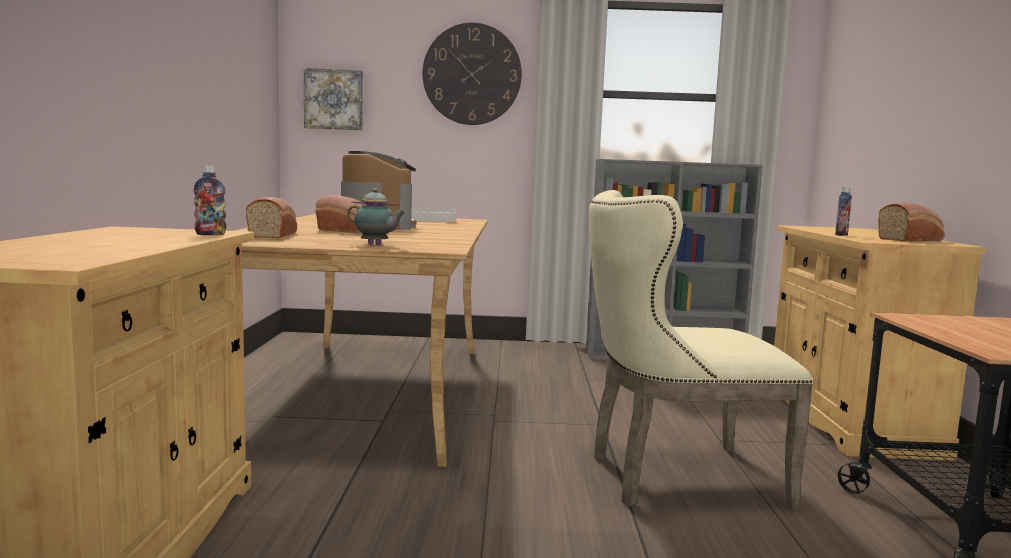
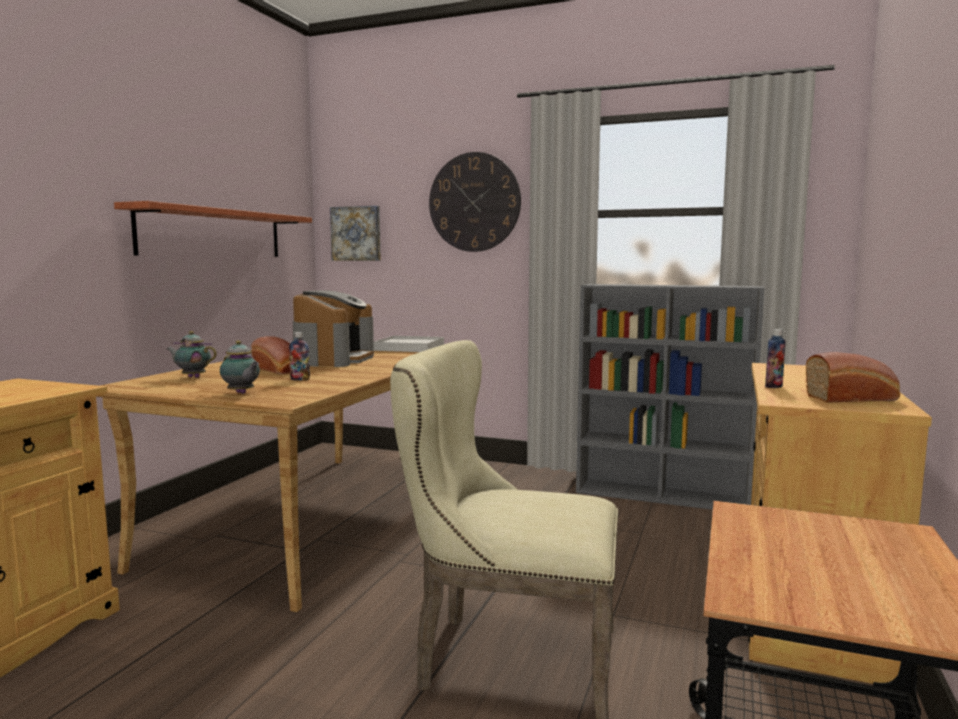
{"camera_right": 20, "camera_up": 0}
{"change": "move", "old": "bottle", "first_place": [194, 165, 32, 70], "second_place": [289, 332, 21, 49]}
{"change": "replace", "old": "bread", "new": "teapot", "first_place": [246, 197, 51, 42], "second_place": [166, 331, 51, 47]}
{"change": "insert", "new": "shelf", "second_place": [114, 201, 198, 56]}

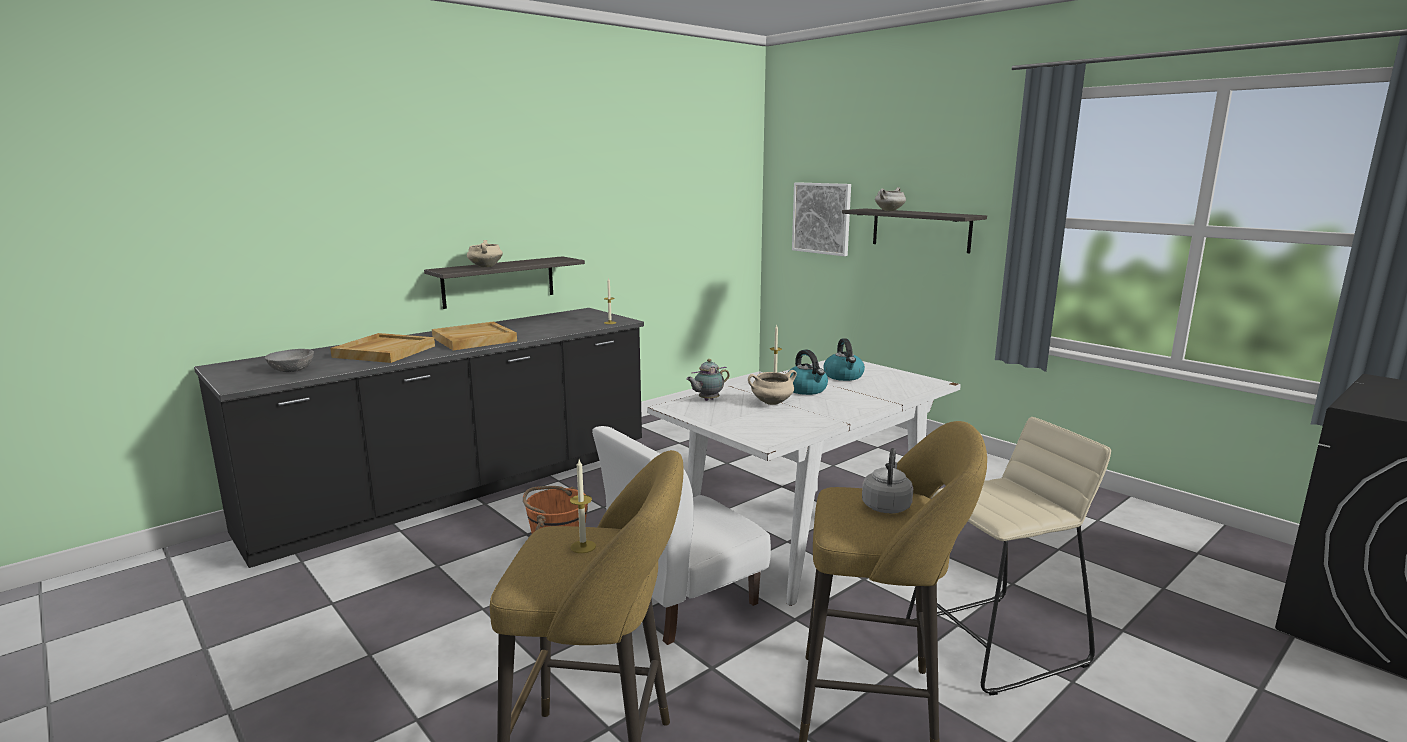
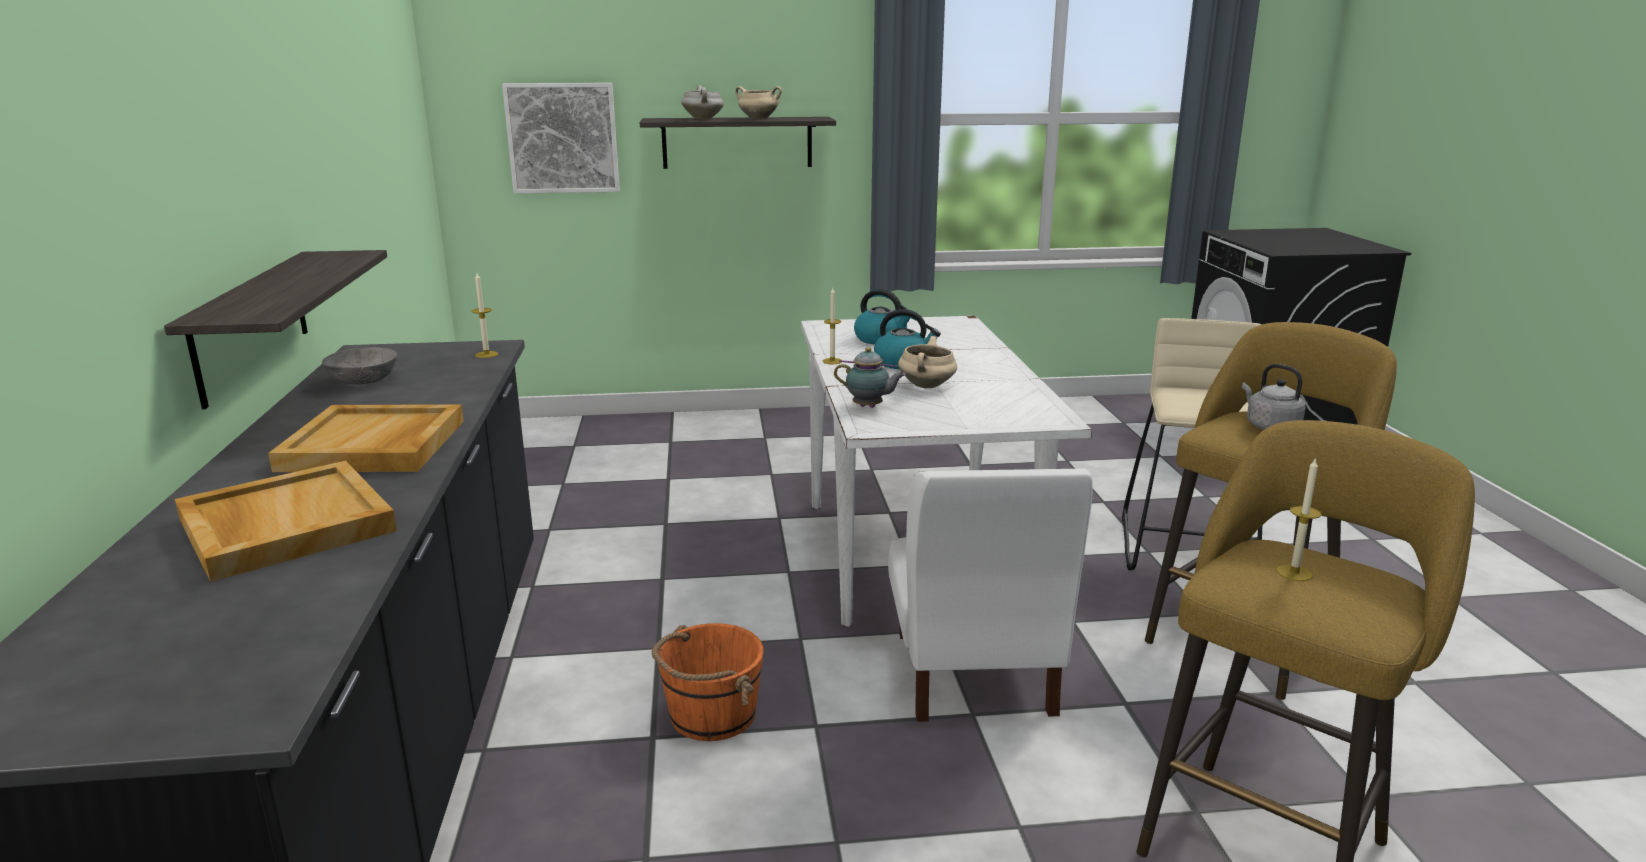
{"camera_right": -55, "camera_up": 5}
{"change": "move", "old": "grey_bowl", "first_place": [265, 349, 49, 23], "second_place": [322, 347, 75, 38]}
{"change": "move", "old": "beige_cooking_pot", "first_place": [467, 240, 36, 27], "second_place": [735, 86, 47, 33]}
{"change": "rotate", "old": "teapot", "first_place": [686, 359, 44, 42], "second_place": [834, 347, 72, 61], "degrees": -75}

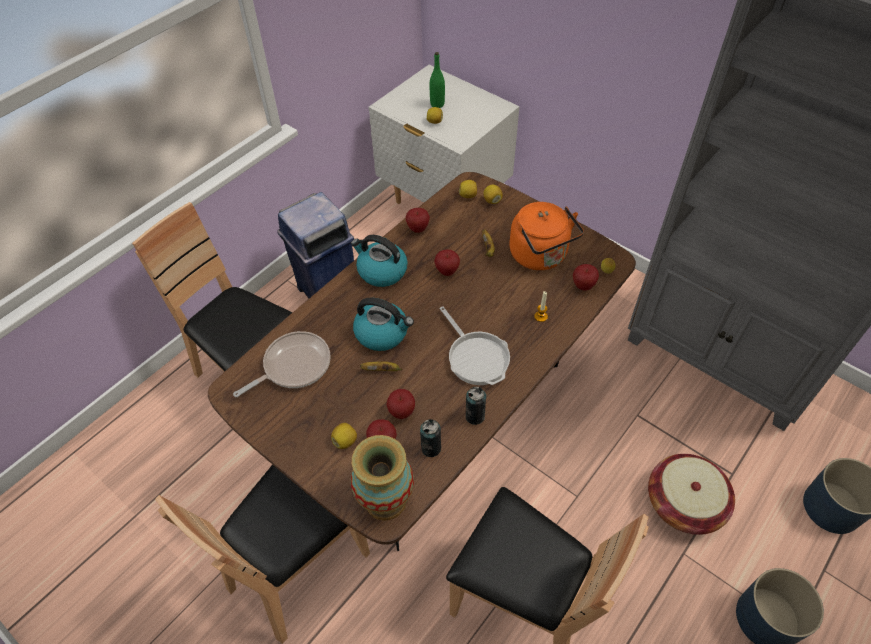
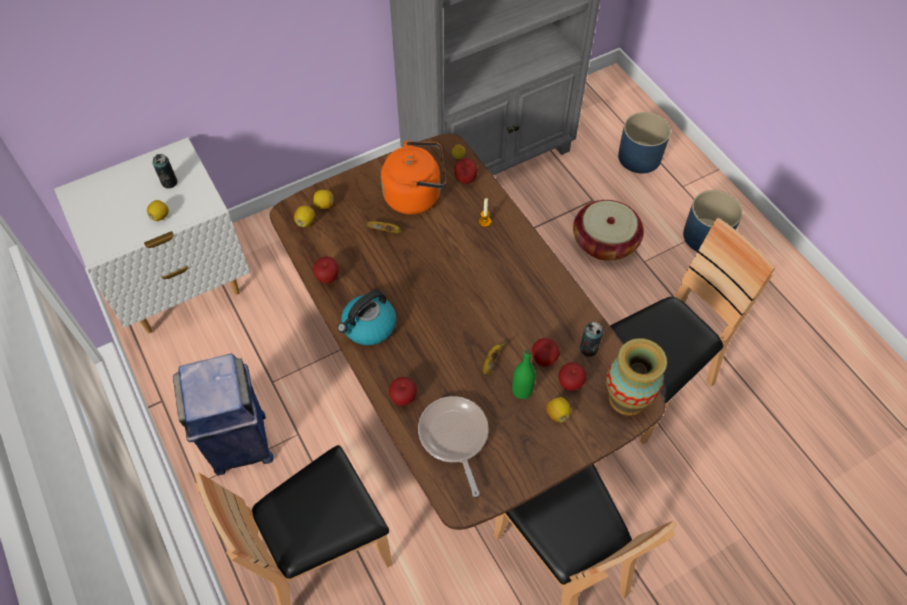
{"camera_right": -70, "camera_up": 5}
{"change": "delete", "old": "kettle", "first_place": [353, 298, 61, 53]}
{"change": "move", "old": "green_bottle", "first_place": [430, 52, 15, 56], "second_place": [512, 349, 24, 50]}
{"change": "move", "old": "apple", "first_place": [434, 250, 26, 26], "second_place": [389, 377, 28, 29]}
{"change": "delete", "old": "frying_pan", "first_place": [440, 306, 70, 79]}
{"change": "move", "old": "can", "first_place": [466, 387, 20, 38], "second_place": [152, 154, 26, 35]}

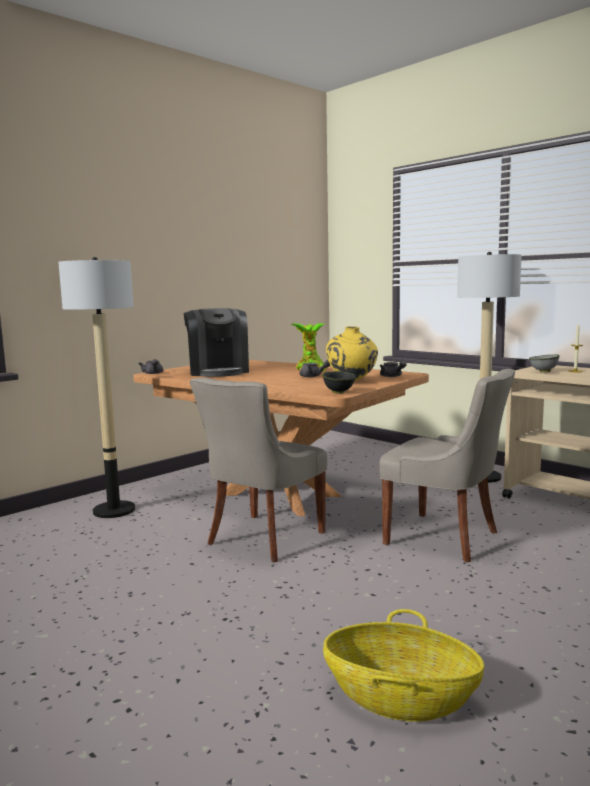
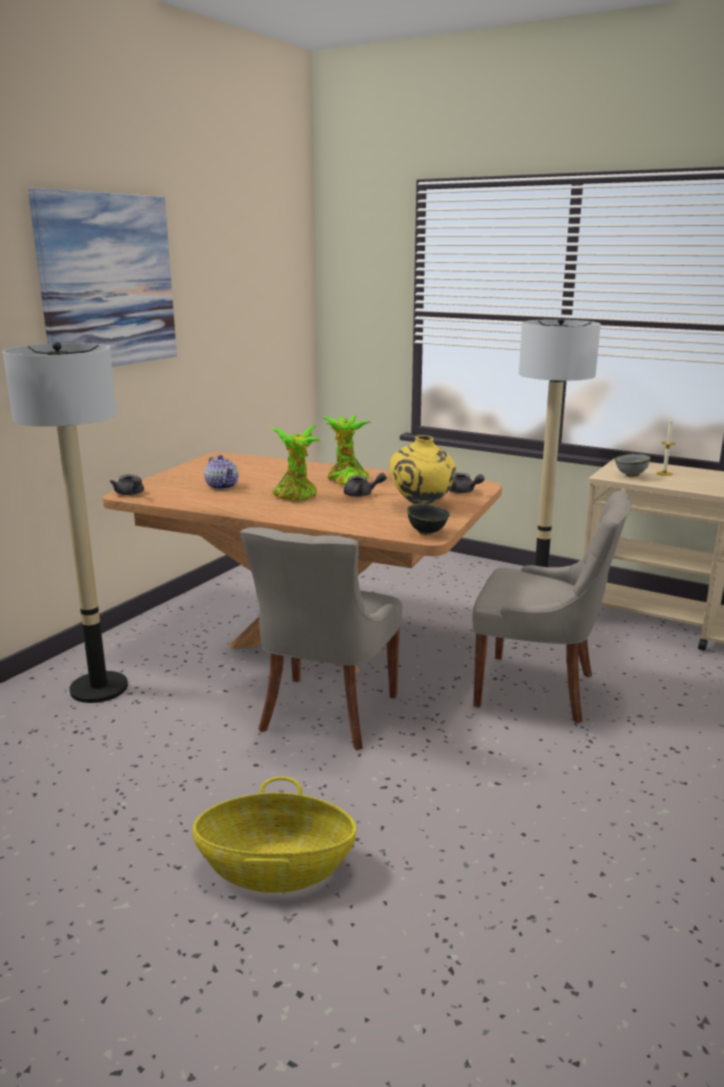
{"camera_right": -15, "camera_up": 10}
{"change": "replace", "old": "coffee_machine", "new": "teapot", "first_place": [183, 308, 66, 69], "second_place": [204, 455, 34, 35]}
{"change": "move", "old": "basket", "first_place": [323, 609, 161, 112], "second_place": [193, 777, 164, 116]}
{"change": "insert", "new": "picture", "second_place": [28, 188, 149, 179]}
{"change": "insert", "new": "potted_plant", "second_place": [271, 425, 49, 75]}

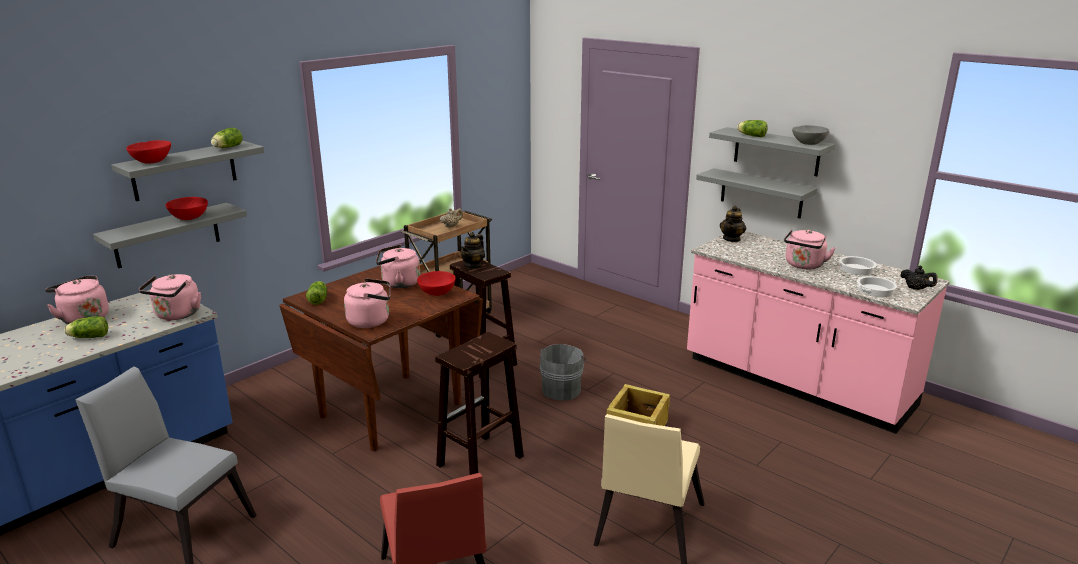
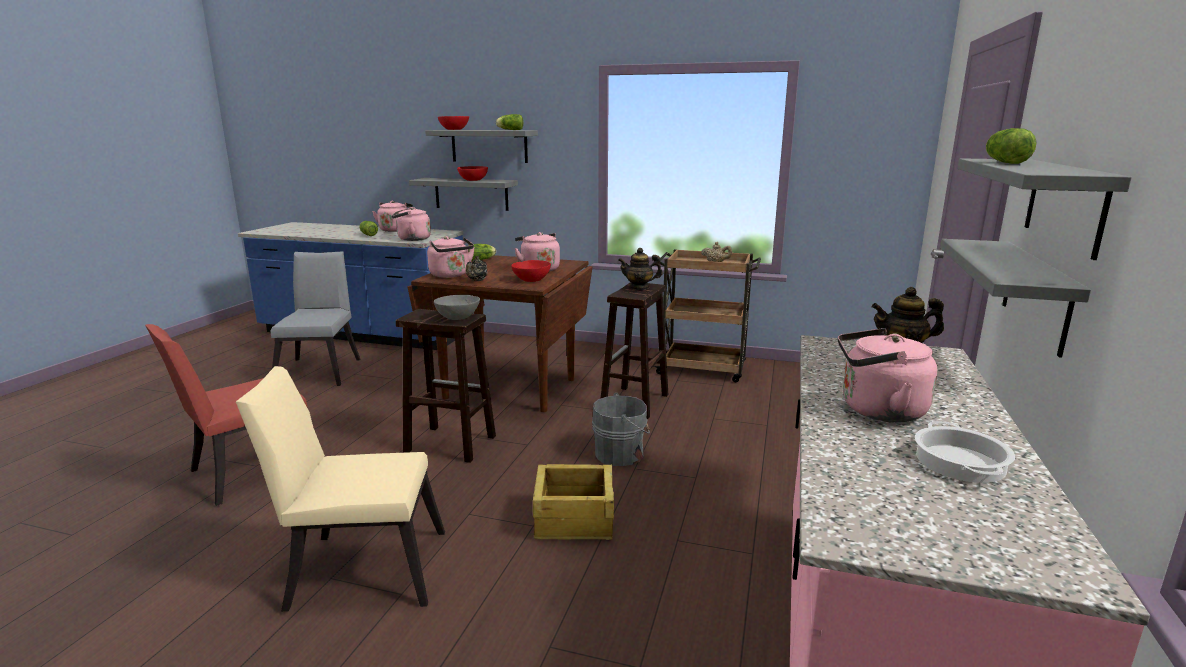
{"camera_right": 65, "camera_up": -5}
{"change": "move", "old": "grey_bowl", "first_place": [792, 125, 37, 20], "second_place": [434, 295, 46, 25]}
{"change": "delete", "old": "cooking_pot", "first_place": [857, 276, 40, 21]}
{"change": "move", "old": "black_teapot", "first_place": [901, 266, 37, 24], "second_place": [466, 256, 21, 25]}

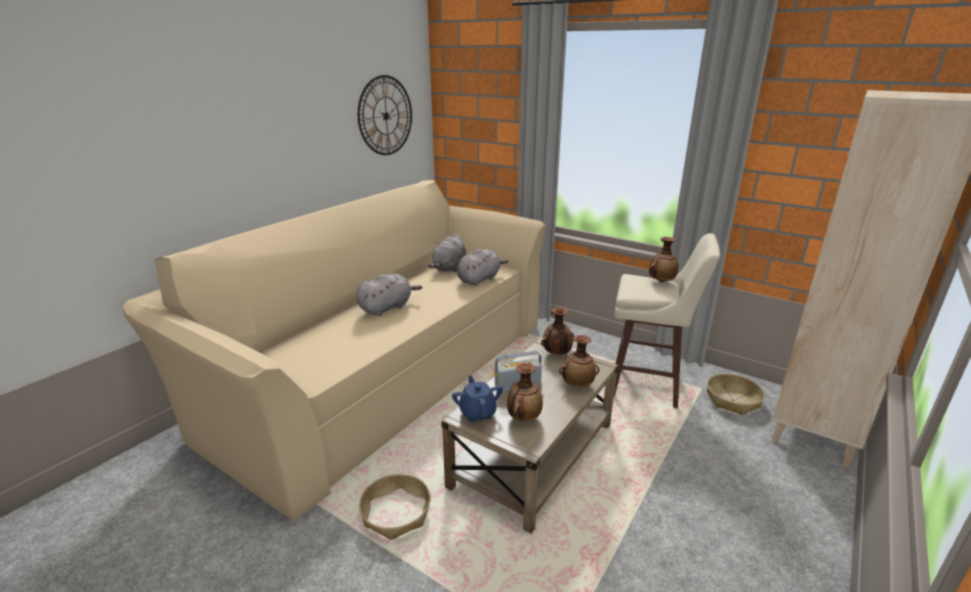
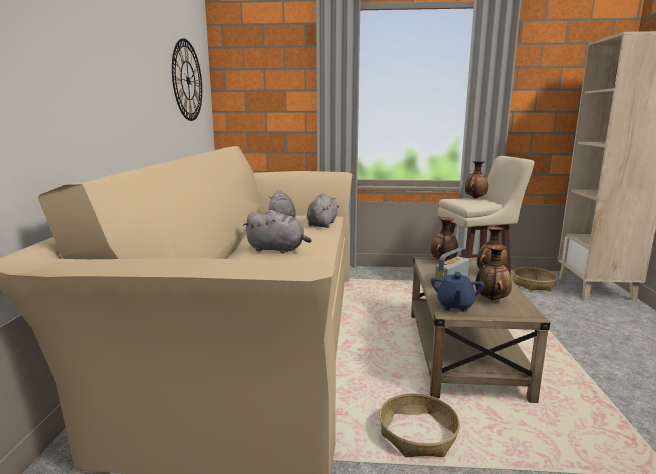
{"camera_right": -30, "camera_up": -10}
{"change": "rotate", "old": "grey_plush_toy", "first_place": [356, 274, 66, 42], "second_place": [243, 210, 69, 44], "degrees": 90}
{"change": "rotate", "old": "blue_teapot", "first_place": [452, 375, 51, 47], "second_place": [431, 271, 53, 41], "degrees": -120}

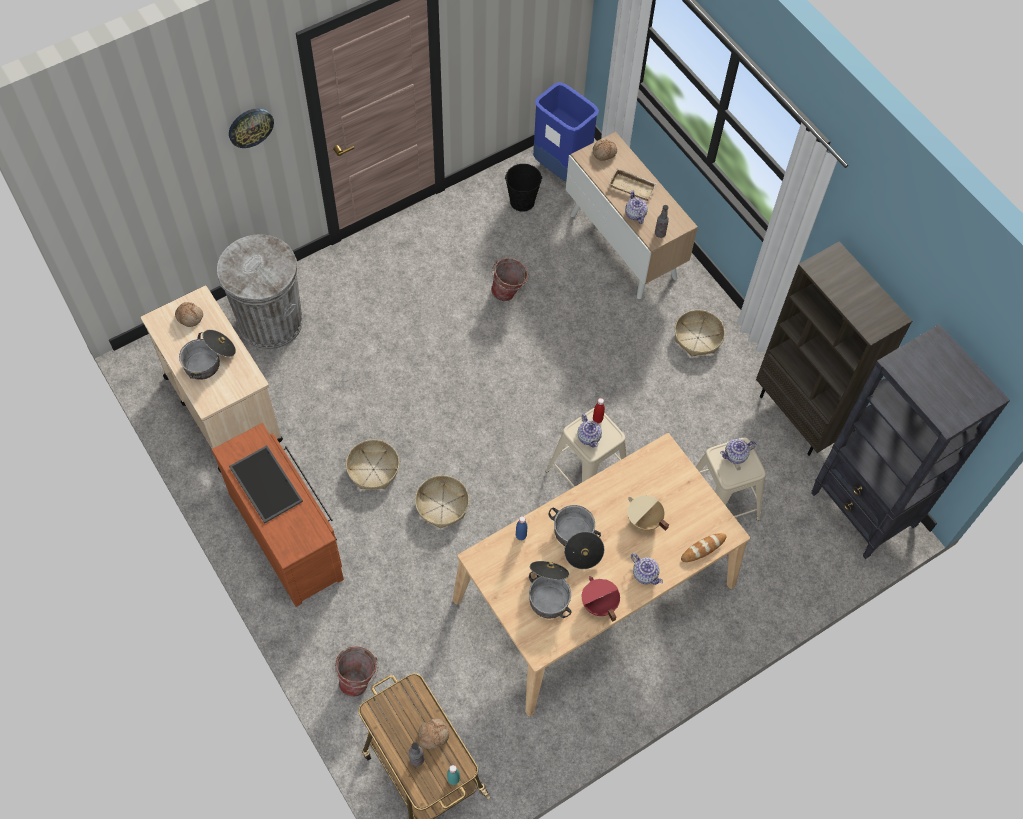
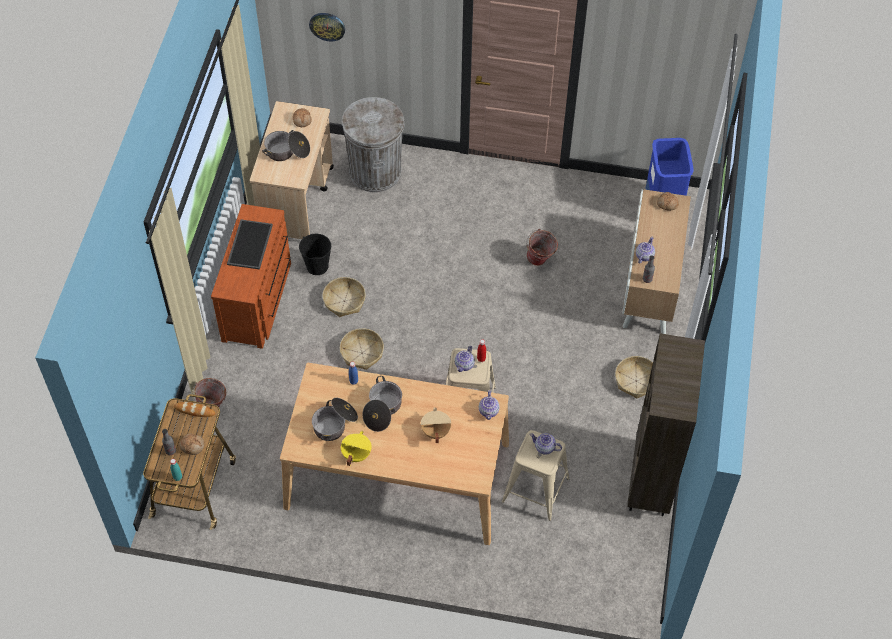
{"camera_right": 45, "camera_up": -5}
{"change": "move", "old": "wall_clock", "first_place": [229, 108, 45, 40], "second_place": [309, 13, 36, 28]}
{"change": "move", "old": "black_bucket", "first_place": [505, 164, 37, 48], "second_place": [299, 234, 32, 41]}
{"change": "recolor", "old": "red_cooking_pot", "new": "yellow_cooking_pot", "first_place": [582, 576, 38, 46], "second_place": [341, 430, 31, 36]}
{"change": "delete", "old": "beige_tray", "first_place": [609, 168, 48, 33]}
{"change": "move", "old": "teapot", "first_place": [631, 553, 32, 32], "second_place": [479, 390, 21, 30]}
{"change": "move", "old": "bread", "first_place": [681, 533, 45, 29], "second_place": [174, 402, 41, 15]}
{"change": "delete", "old": "black_bookcase", "first_place": [811, 324, 199, 235]}

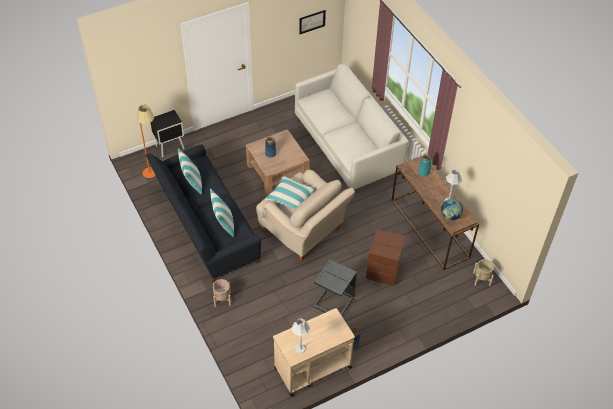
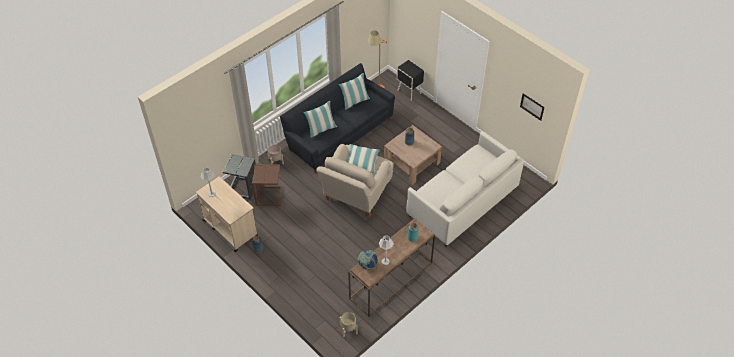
{"camera_right": 75, "camera_up": 0}
{"change": "move", "old": "grey_side_table", "first_place": [313, 259, 44, 57], "second_place": [223, 154, 33, 45]}
{"change": "move", "old": "brown_side_table", "first_place": [366, 229, 40, 57], "second_place": [252, 164, 31, 42]}

